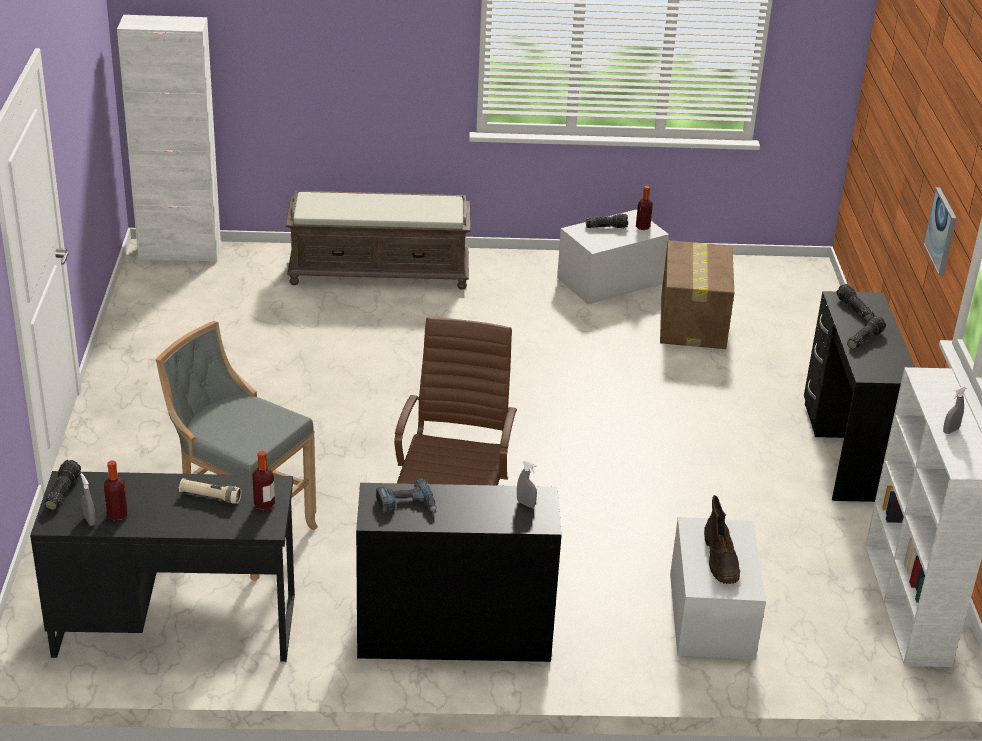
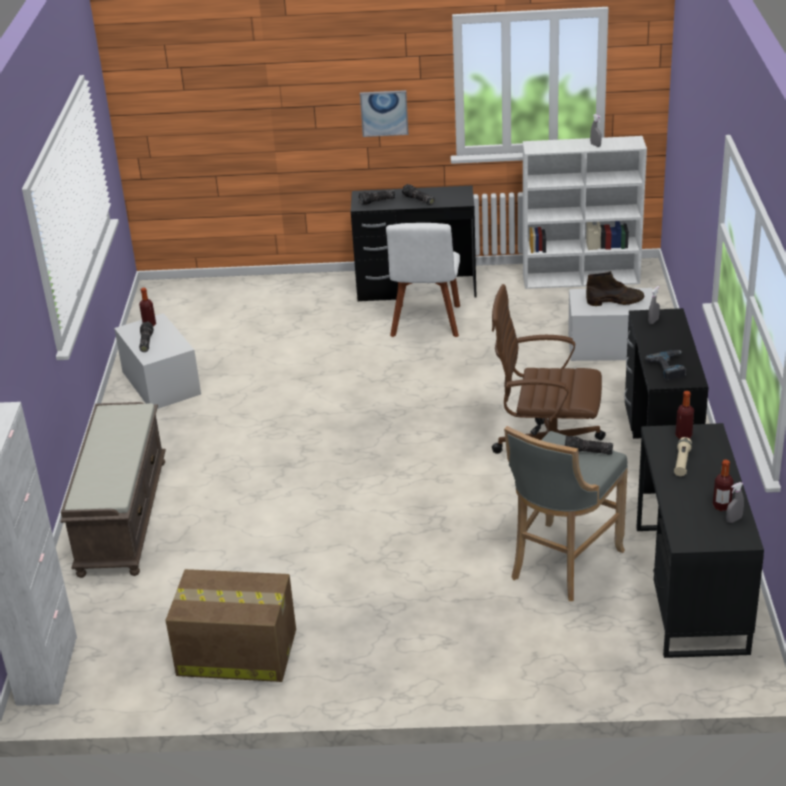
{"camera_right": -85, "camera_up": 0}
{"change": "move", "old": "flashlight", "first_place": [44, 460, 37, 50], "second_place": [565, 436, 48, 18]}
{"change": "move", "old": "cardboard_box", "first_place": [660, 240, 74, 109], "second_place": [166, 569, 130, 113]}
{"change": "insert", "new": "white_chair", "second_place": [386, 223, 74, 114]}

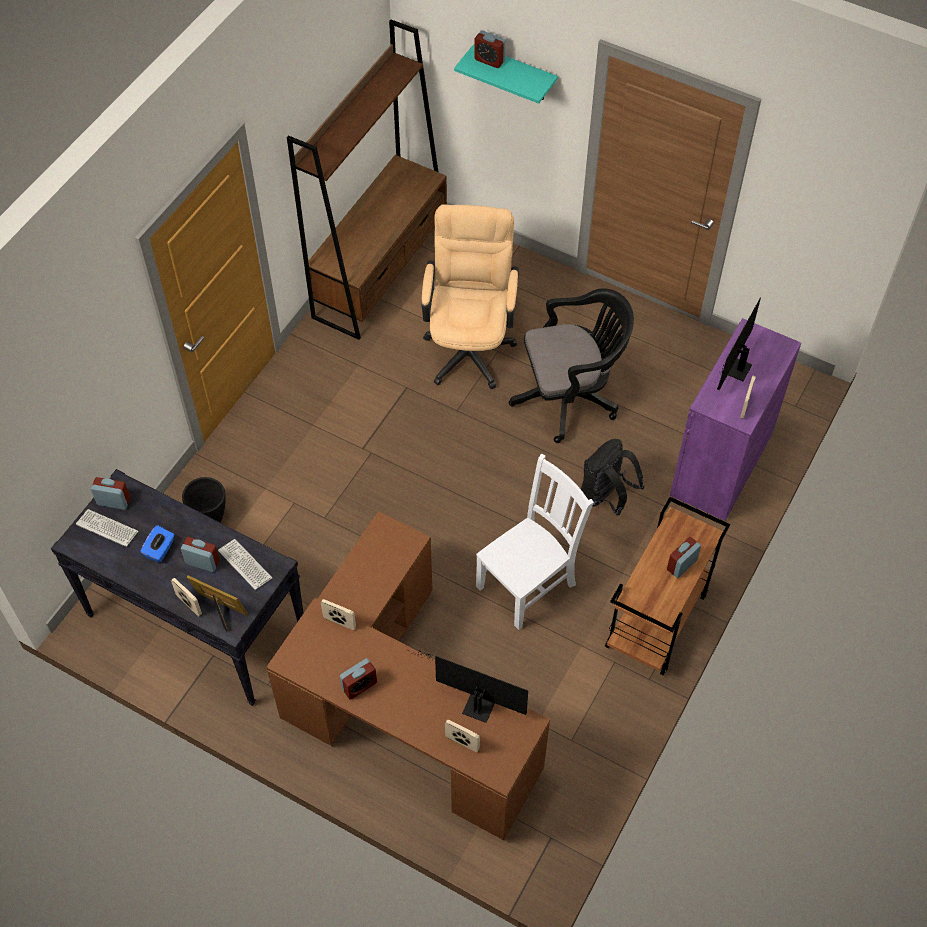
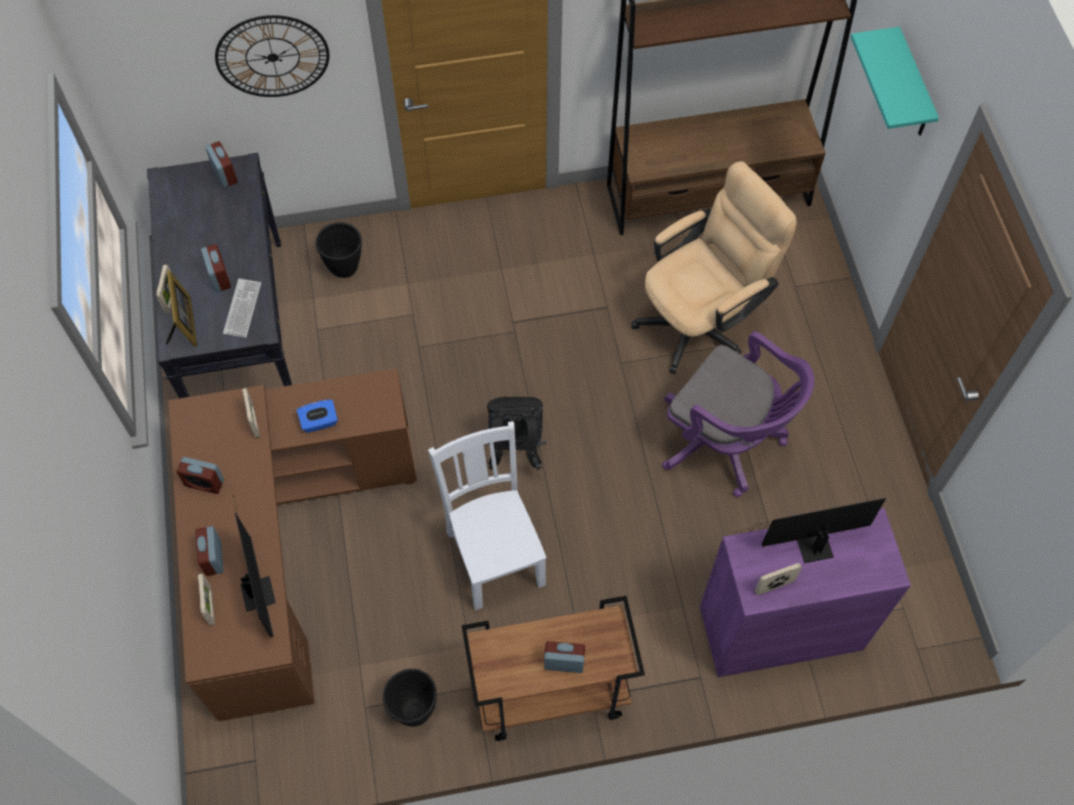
{"camera_right": 50, "camera_up": 5}
{"change": "delete", "old": "keyboard", "first_place": [76, 509, 62, 38]}
{"change": "move", "old": "blue_tissue_box", "first_place": [140, 525, 34, 38], "second_place": [297, 399, 41, 34]}
{"change": "move", "old": "alarm_clock", "first_place": [474, 30, 32, 38], "second_place": [195, 526, 29, 50]}
{"change": "rotate", "old": "white_chair", "first_place": [476, 454, 118, 176], "second_place": [428, 421, 118, 189], "degrees": -120}
{"change": "recolor", "old": "black_office_chair", "new": "purple_office_chair", "first_place": [509, 288, 125, 155], "second_place": [663, 331, 151, 166]}
{"change": "move", "old": "black_backpack", "first_place": [581, 439, 63, 76], "second_place": [487, 396, 59, 74]}
{"change": "insert", "new": "wall_clock", "second_place": [215, 15, 114, 82]}
{"change": "insert", "new": "black_planter", "second_place": [383, 669, 54, 58]}

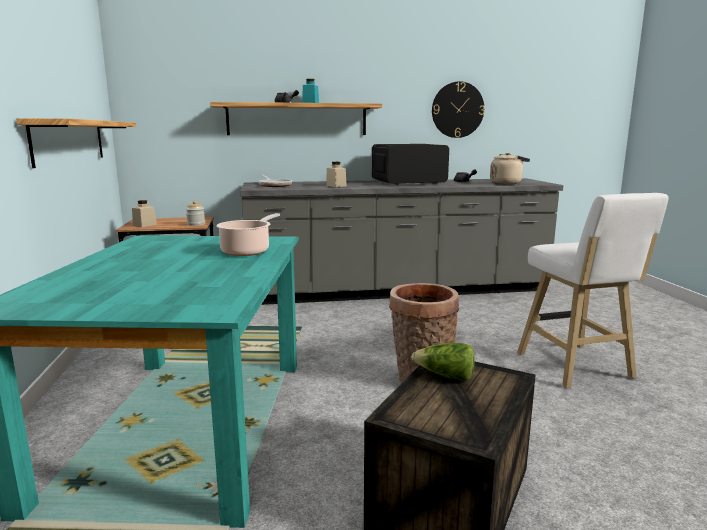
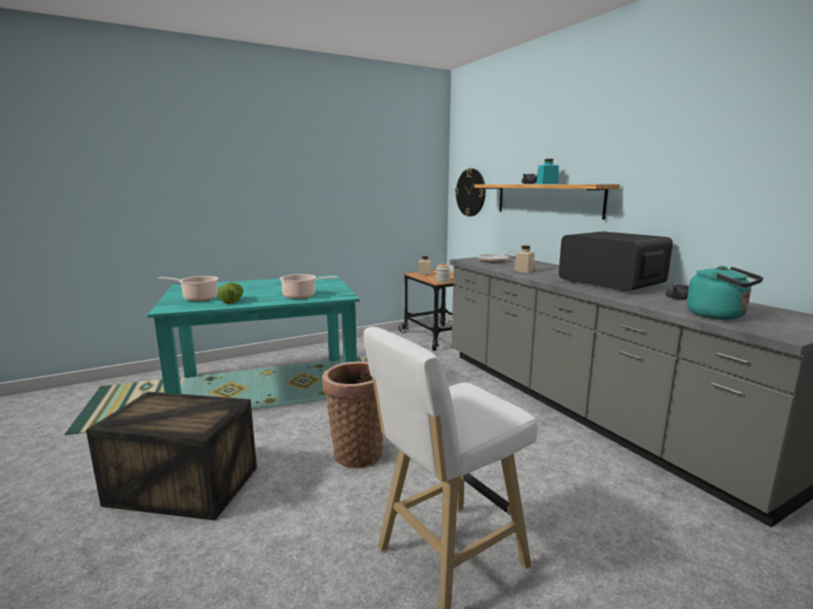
{"camera_right": 70, "camera_up": 0}
{"change": "delete", "old": "shelf", "first_place": [16, 118, 120, 50]}
{"change": "move", "old": "lettuce", "first_place": [411, 343, 64, 38], "second_place": [218, 283, 25, 21]}
{"change": "move", "old": "wall_clock", "first_place": [432, 81, 53, 57], "second_place": [455, 169, 31, 47]}
{"change": "recolor", "old": "beige_kettle", "new": "turquoise_kettle", "first_place": [490, 153, 40, 31], "second_place": [687, 266, 76, 54]}
{"change": "insert", "new": "cooking_pot", "second_place": [158, 276, 61, 25]}

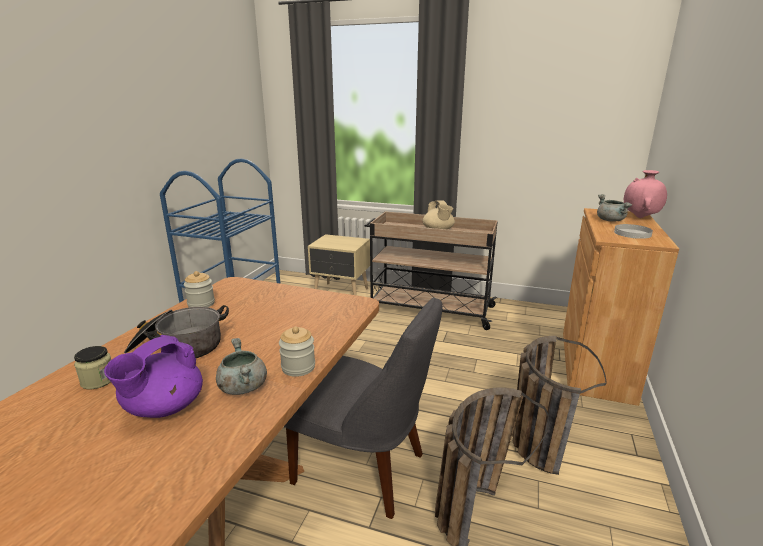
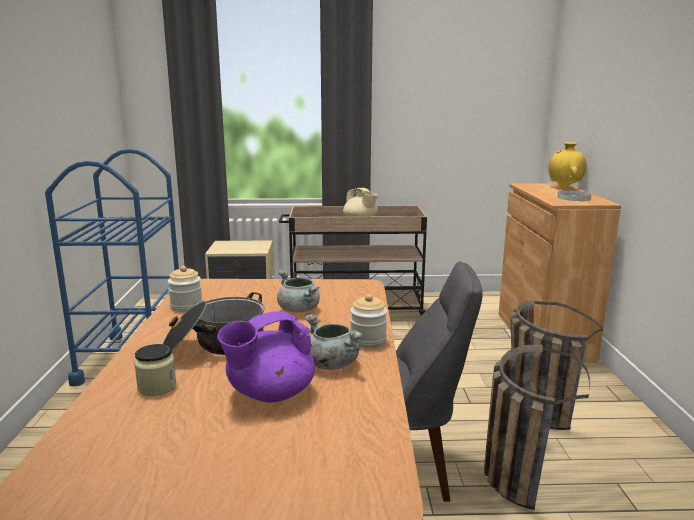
{"camera_right": -20, "camera_up": -5}
{"change": "rotate", "old": "purple_teapot", "first_place": [104, 335, 99, 83], "second_place": [218, 311, 97, 91], "degrees": 45}
{"change": "move", "old": "grey_cooking_pot", "first_place": [597, 194, 35, 28], "second_place": [277, 269, 43, 43]}
{"change": "recolor", "old": "pink_vase", "new": "yellow_vase", "first_place": [624, 170, 43, 48], "second_place": [548, 142, 39, 45]}

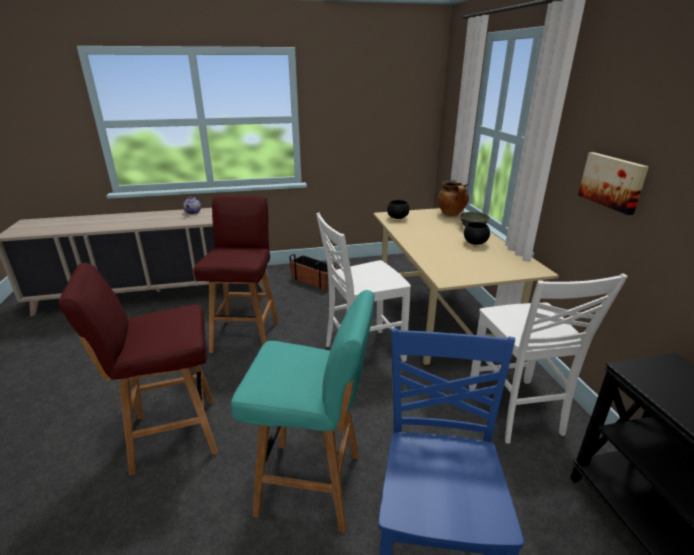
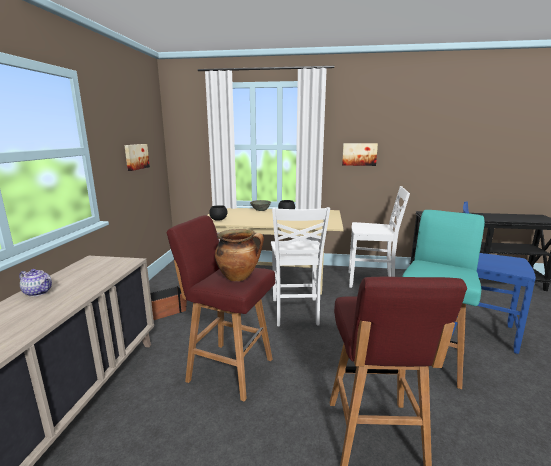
{"camera_right": -70, "camera_up": -10}
{"change": "move", "old": "cooking_pot", "first_place": [438, 180, 31, 36], "second_place": [215, 229, 49, 52]}
{"change": "insert", "new": "picture", "second_place": [125, 144, 25, 27]}

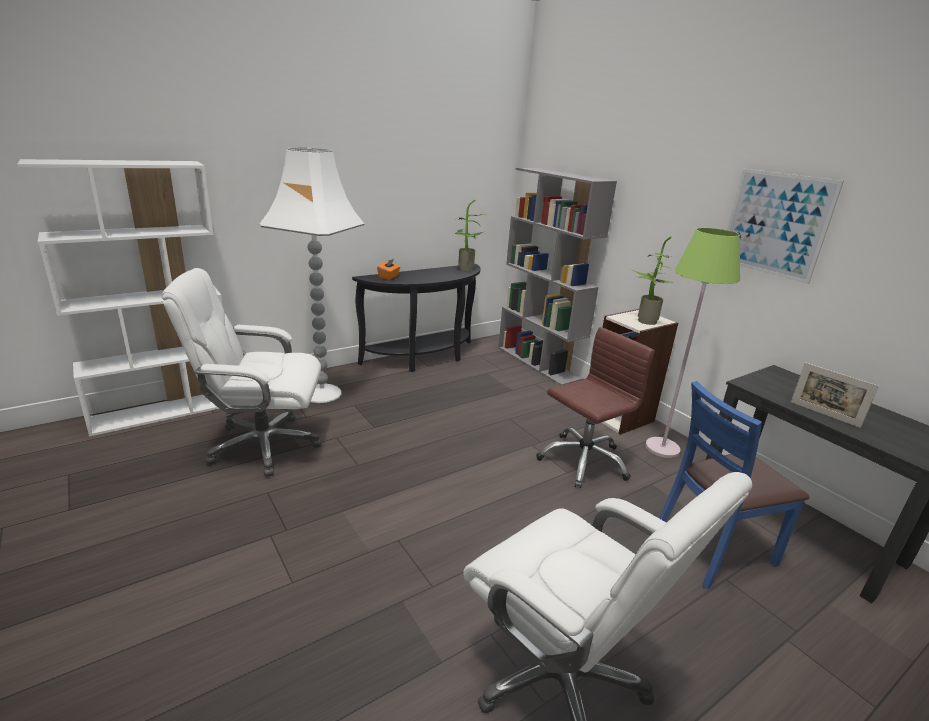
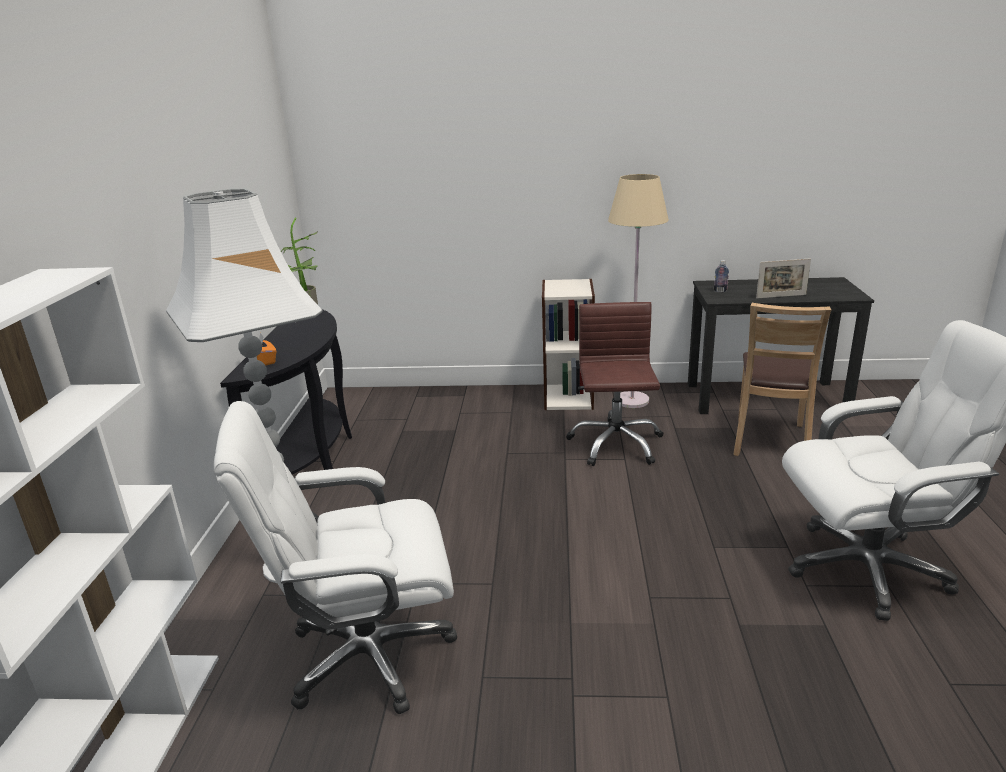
{"camera_right": -50, "camera_up": 0}
{"change": "rotate", "old": "white_office_chair", "first_place": [162, 268, 160, 209], "second_place": [214, 401, 243, 313], "degrees": 45}
{"change": "delete", "old": "grey_bookcase", "first_place": [498, 168, 119, 217]}
{"change": "delete", "old": "potted_plant", "first_place": [633, 236, 39, 89]}
{"change": "recolor", "old": "green_floor_lamp", "new": "beige_floor_lamp", "first_place": [645, 228, 95, 230], "second_place": [608, 174, 61, 234]}
{"change": "recolor", "old": "blue_chair", "new": "brown_chair", "first_place": [659, 381, 151, 209], "second_place": [733, 303, 98, 153]}
{"change": "delete", "old": "picture", "first_place": [727, 169, 117, 115]}
{"change": "insert", "new": "bottle", "second_place": [714, 260, 15, 32]}

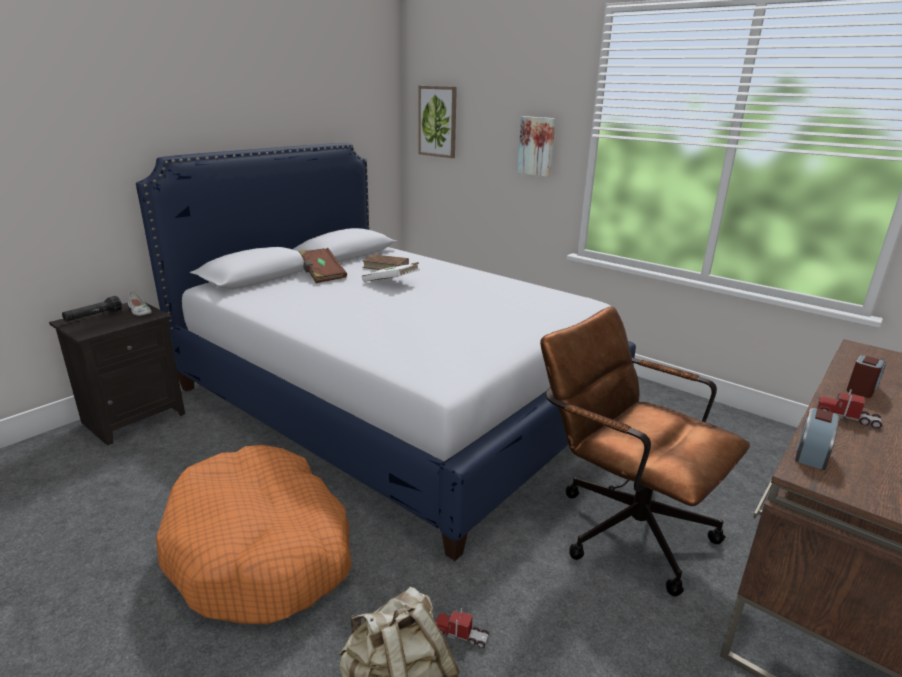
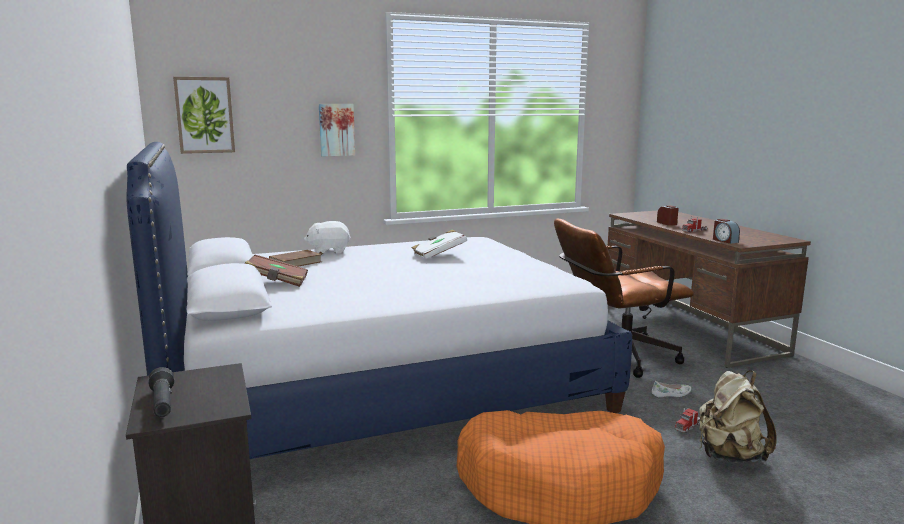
{"camera_right": -60, "camera_up": -10}
{"change": "move", "old": "white_shoe", "first_place": [128, 291, 24, 24], "second_place": [652, 381, 39, 16]}
{"change": "move", "old": "white_book", "first_place": [362, 262, 58, 20], "second_place": [412, 229, 55, 30]}
{"change": "insert", "new": "white_plush_toy", "second_place": [304, 221, 47, 33]}

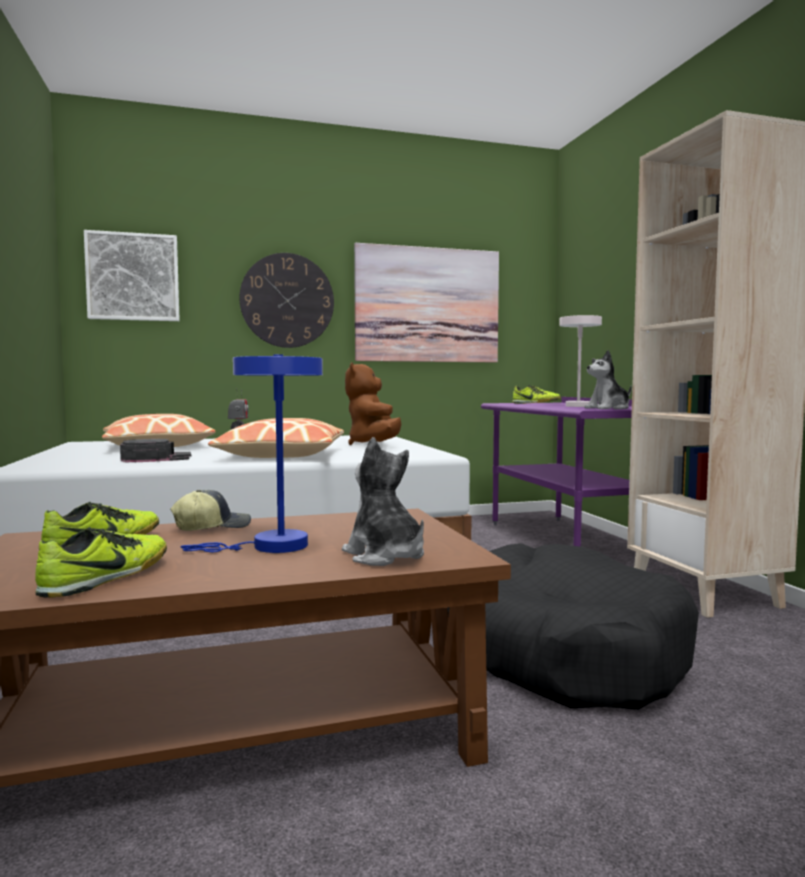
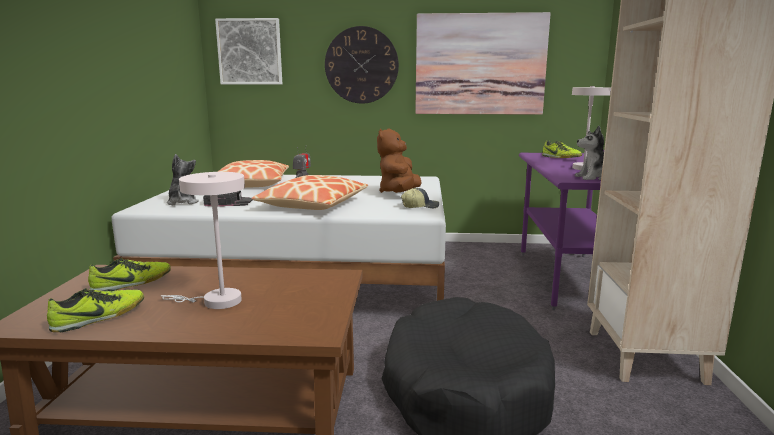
{"camera_right": 20, "camera_up": 10}
{"change": "move", "old": "cap", "first_place": [170, 490, 81, 41], "second_place": [401, 188, 38, 20]}
{"change": "recolor", "old": "blue_table_lamp", "new": "white_table_lamp", "first_place": [181, 354, 142, 199], "second_place": [161, 172, 84, 137]}
{"change": "move", "old": "plush_toy", "first_place": [342, 437, 82, 129], "second_place": [167, 154, 32, 51]}

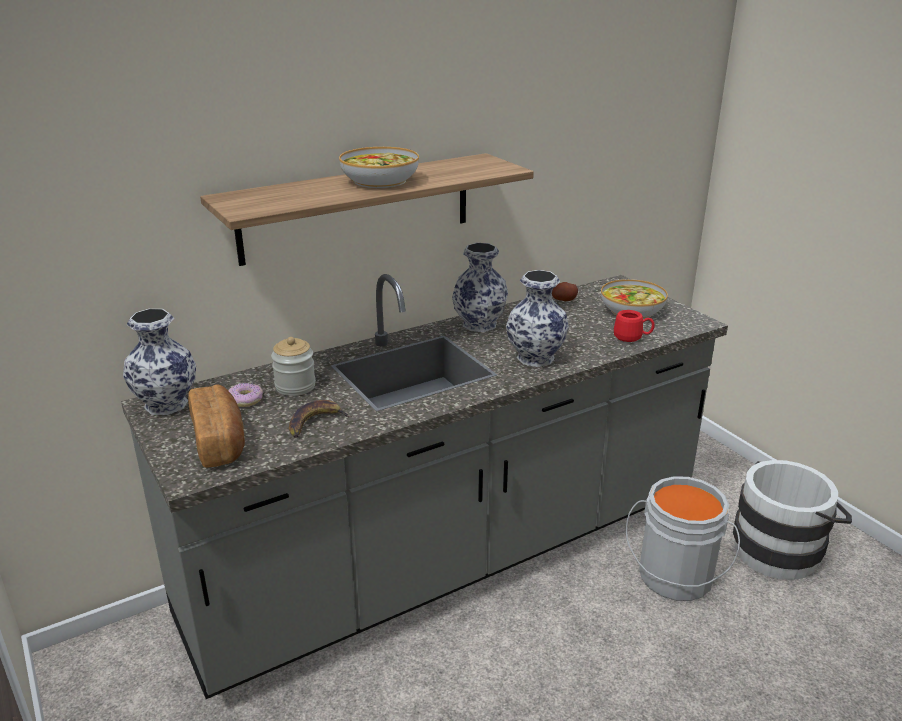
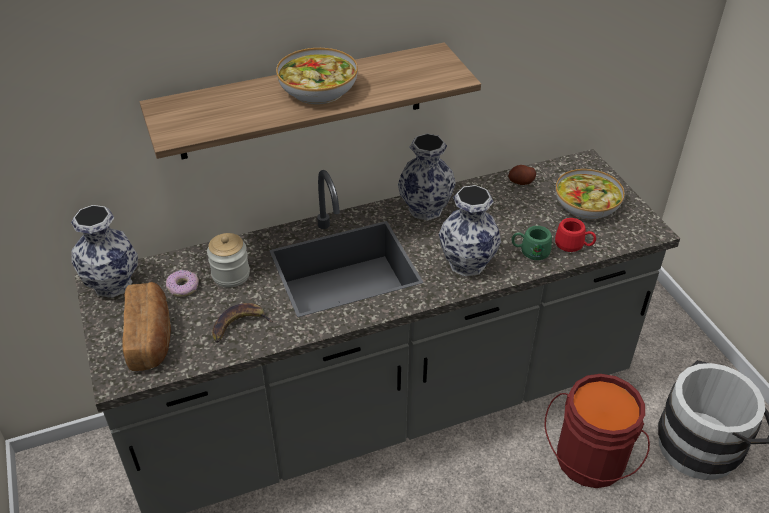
{"camera_right": 10, "camera_up": 15}
{"change": "recolor", "old": "grey_bucket", "new": "red_bucket", "first_place": [626, 476, 114, 125], "second_place": [545, 374, 105, 114]}
{"change": "insert", "new": "green_mug", "second_place": [512, 226, 40, 34]}

